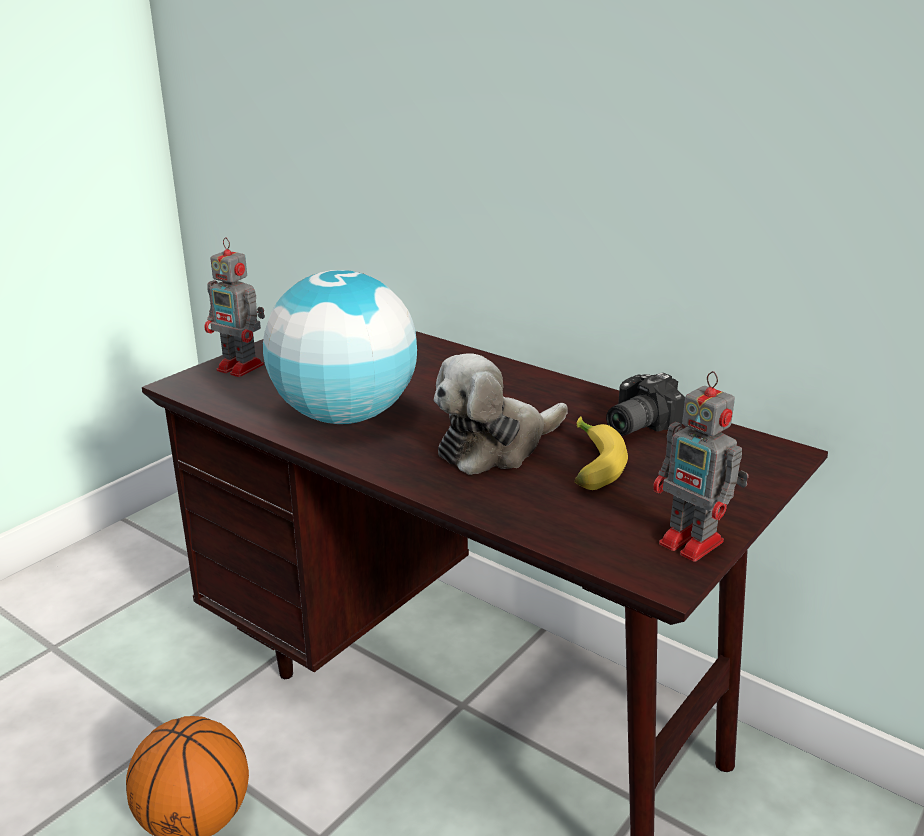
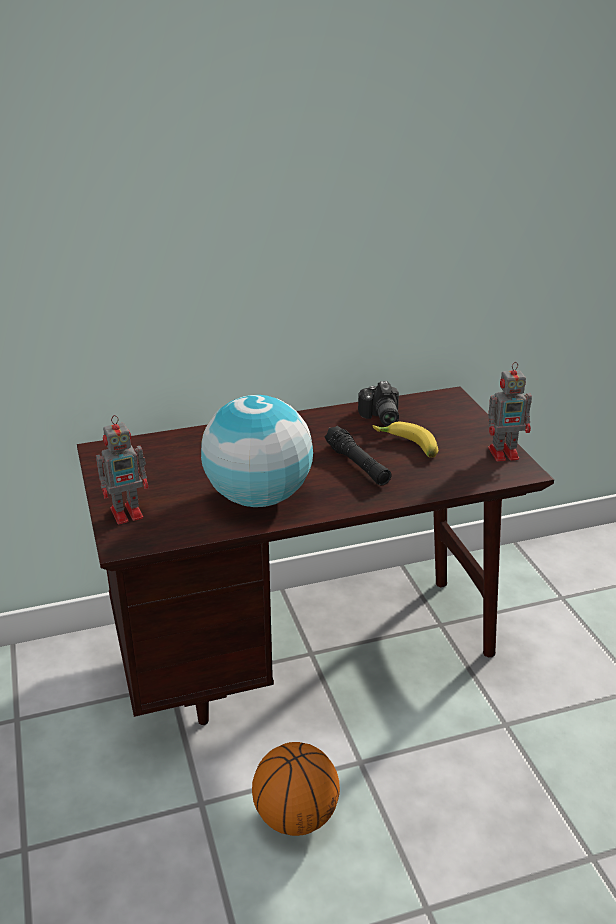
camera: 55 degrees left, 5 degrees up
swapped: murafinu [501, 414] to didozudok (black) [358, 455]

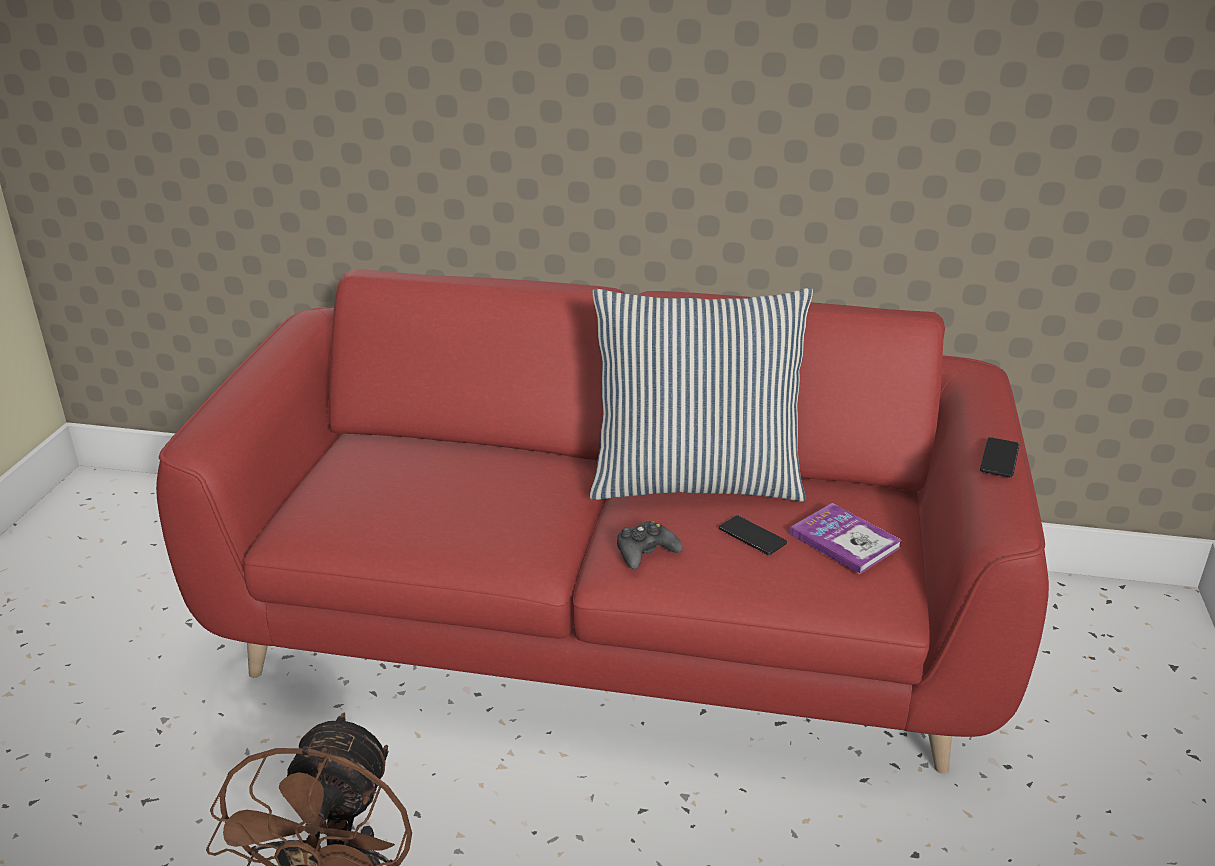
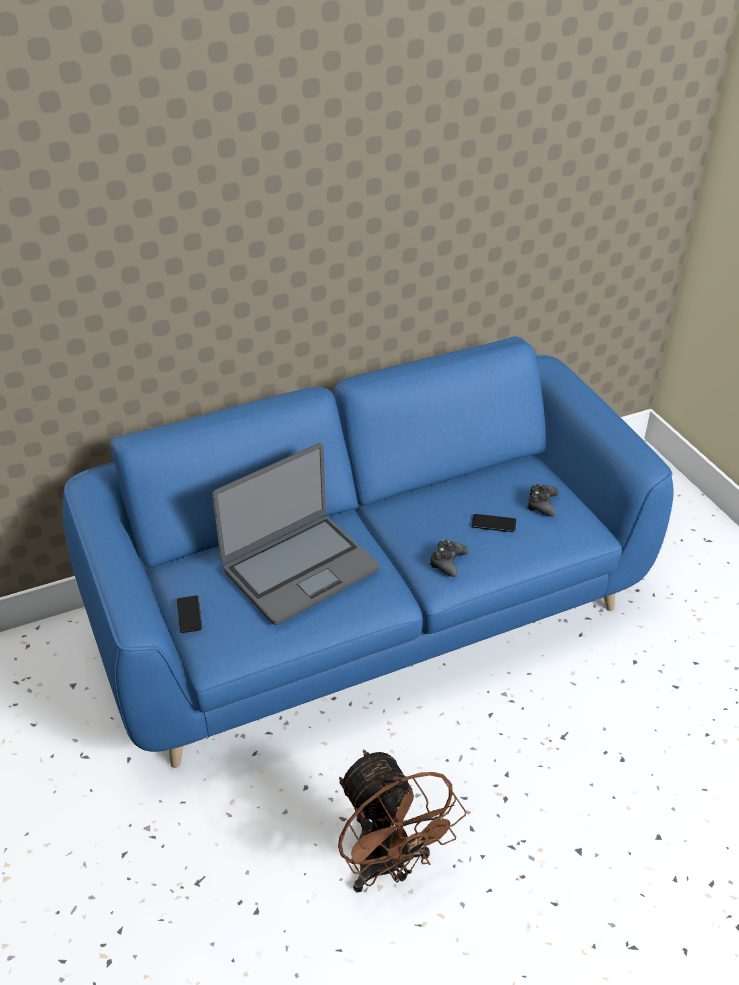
camera: 35 degrees left, 10 degrees up
gone: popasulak [701, 395]
new: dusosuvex [295, 534]
shifted: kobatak [999, 457] to [189, 614]
swapped: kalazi [846, 538] to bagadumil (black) [542, 500]
repainted: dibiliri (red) [602, 521] to dibiliri (blue) [368, 552]

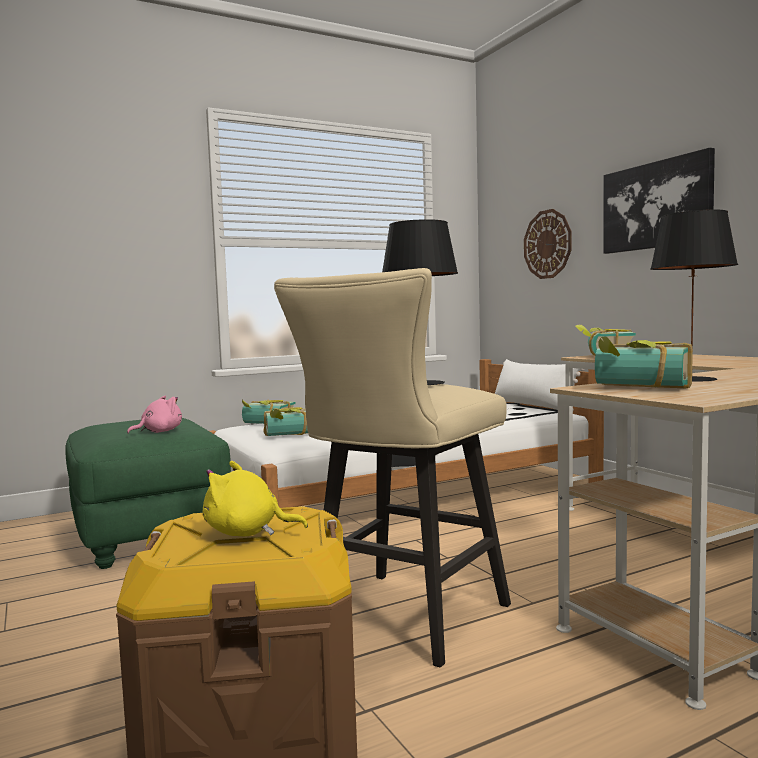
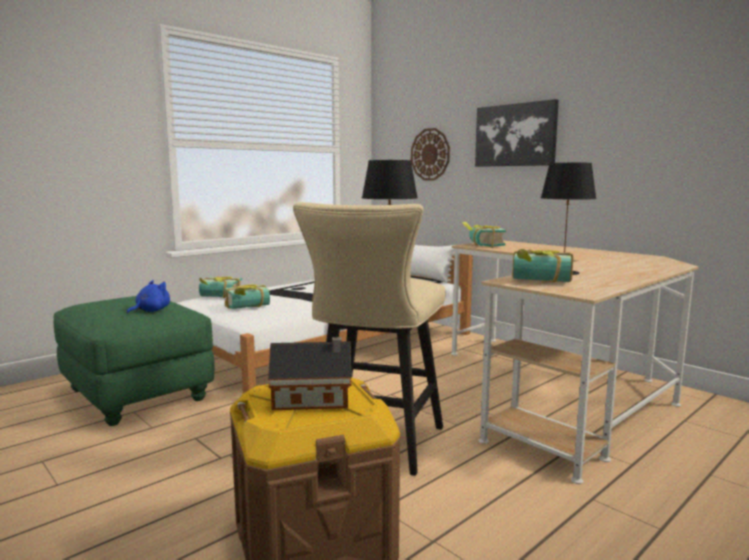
camera: 15 degrees left, 5 degrees up
swapped: murafinu (yellow) [255, 498] to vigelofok [309, 373]
repainted: murafinu (pink) [154, 414] to murafinu (blue) [148, 297]

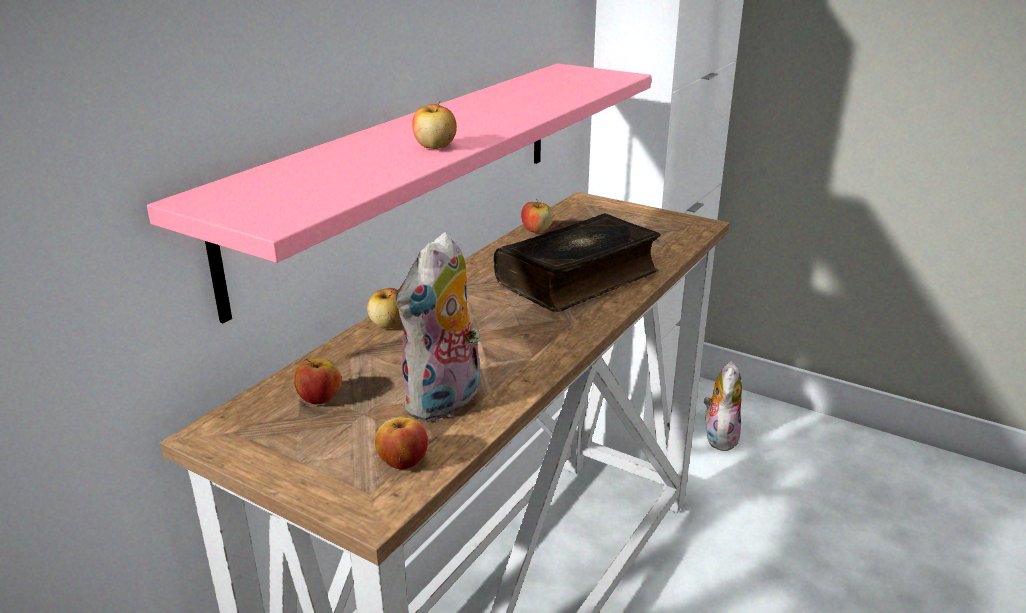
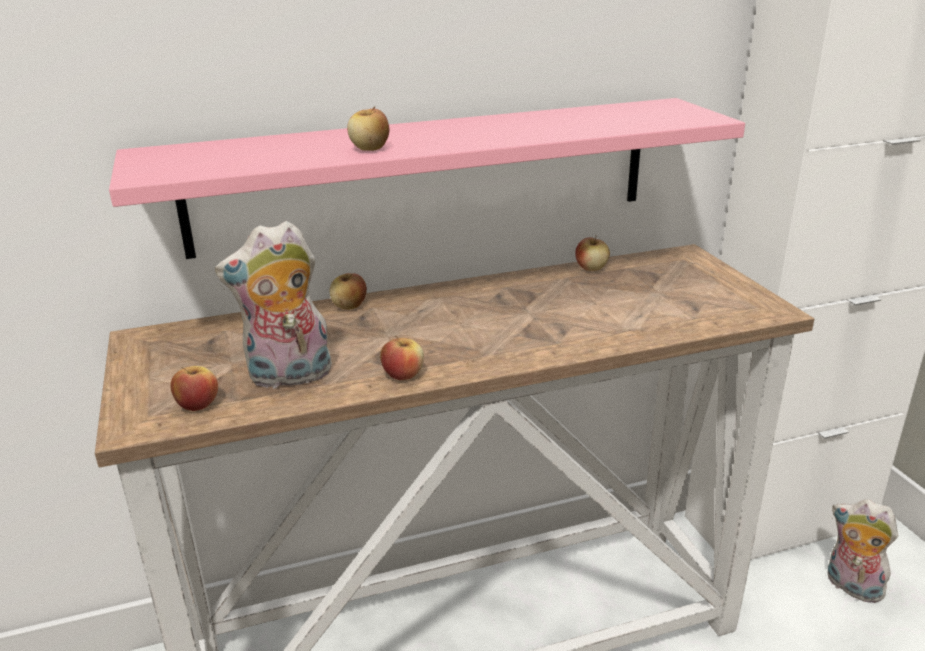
camera: 40 degrees right, 0 degrees up
gone: kalazi [577, 262]
shifted: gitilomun [318, 381] to [402, 357]
rotated: murafinu [723, 406] = [863, 551] 105 degrees counterclockwise

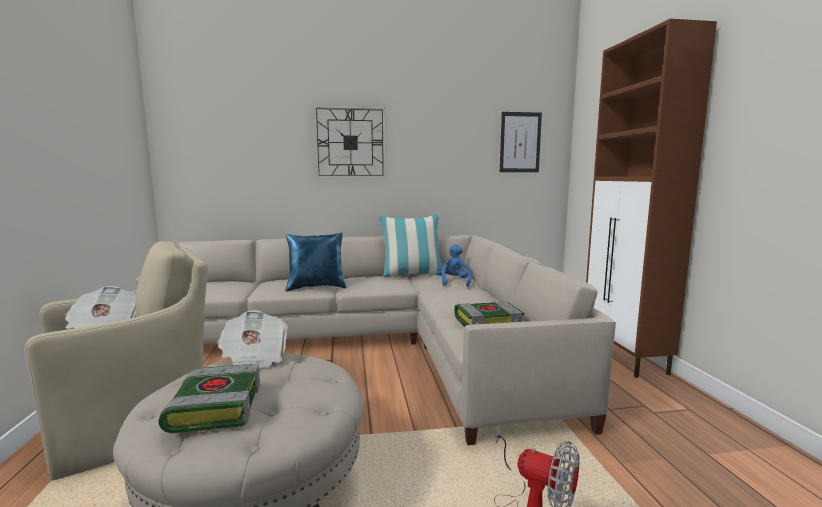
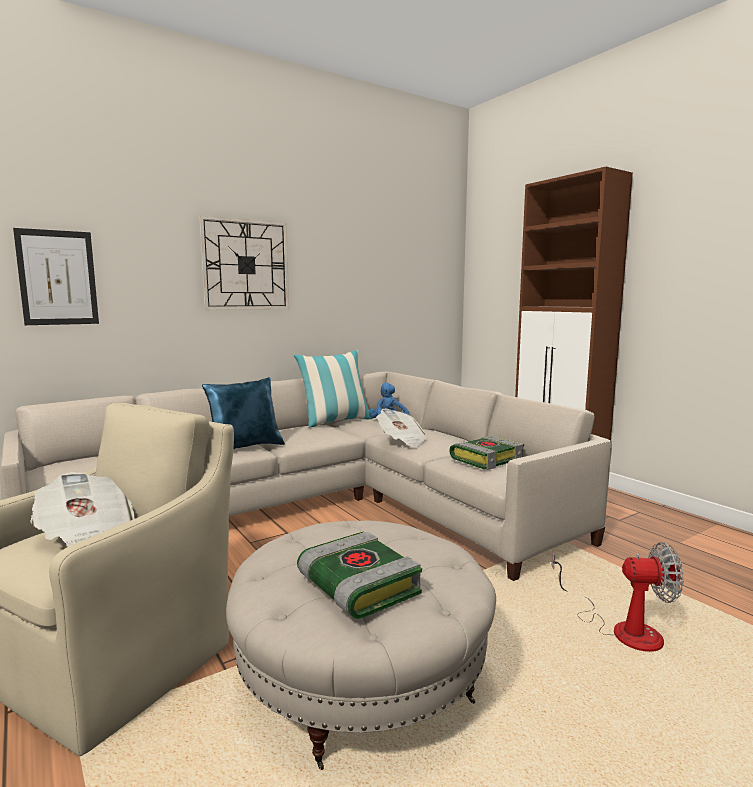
camera: 25 degrees left, 0 degrees up
shifted: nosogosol [252, 339] to [402, 428]; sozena [521, 142] to [56, 276]

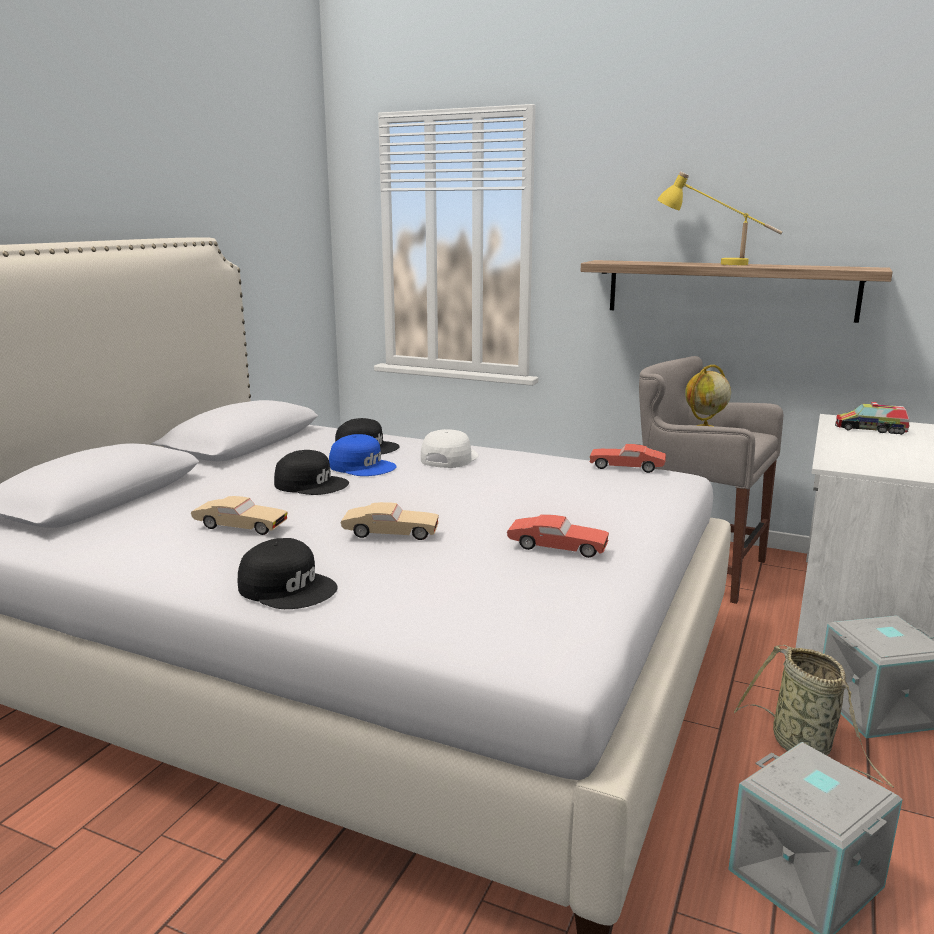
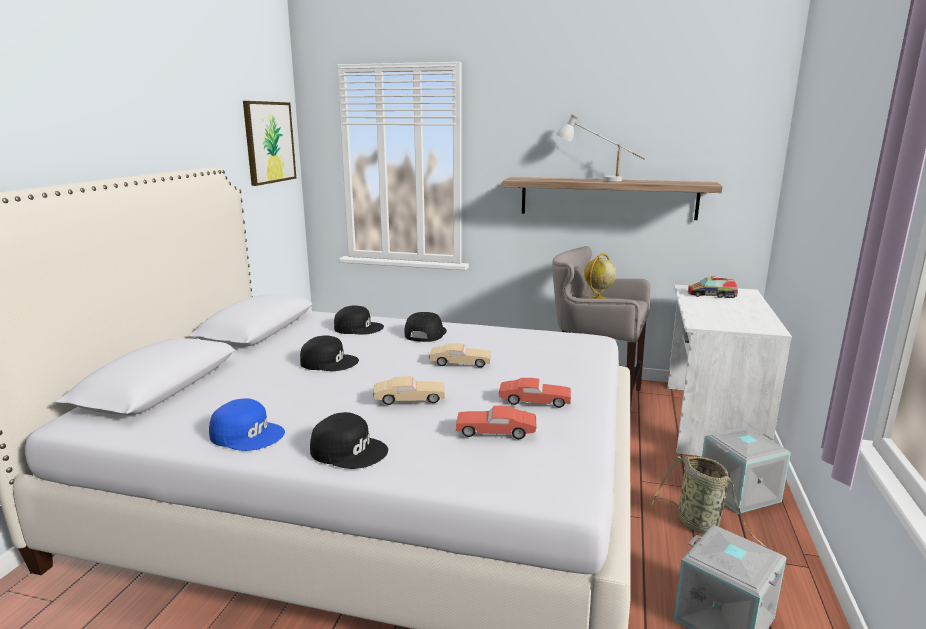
camera: 10 degrees left, 0 degrees up
new: sozena [269, 143]
shifted: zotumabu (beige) [239, 515] to [460, 355]; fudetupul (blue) [363, 455] to [247, 424]; zotumabu (red) [628, 458] to [496, 422]
repainted: fudetupul (white) [450, 448] to fudetupul (black) [425, 327]; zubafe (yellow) [719, 218] to zubafe (white) [600, 148]

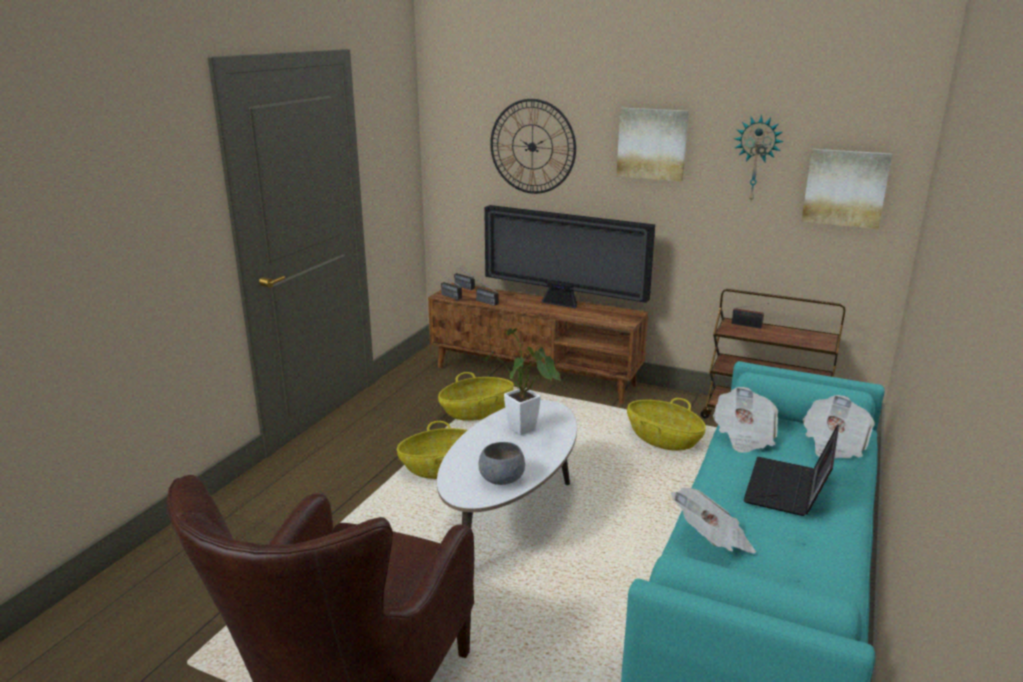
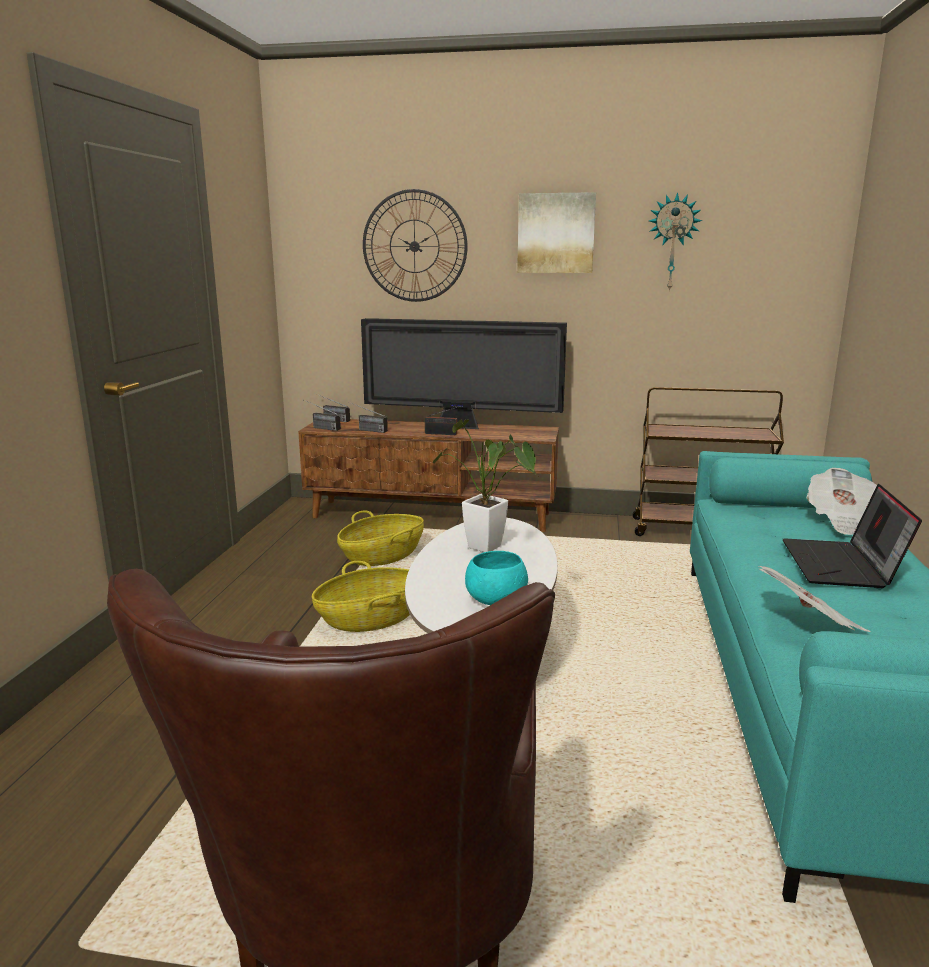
camera: 15 degrees left, 5 degrees down
gone: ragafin [666, 424]; nosogosol [745, 420]; sozena [846, 189]
shifted: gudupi [750, 316] to [443, 420]
repainted: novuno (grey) [502, 463] to novuno (turquoise) [496, 578]

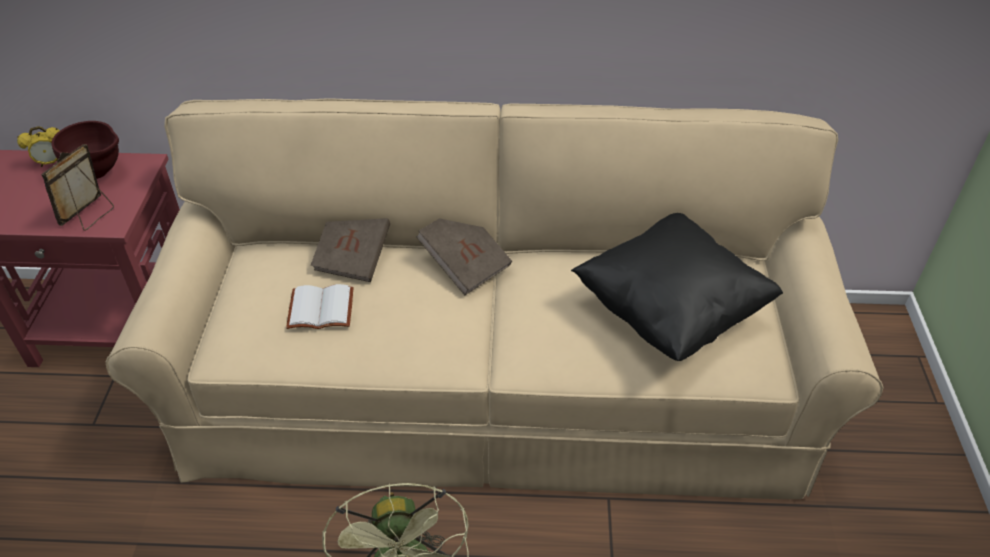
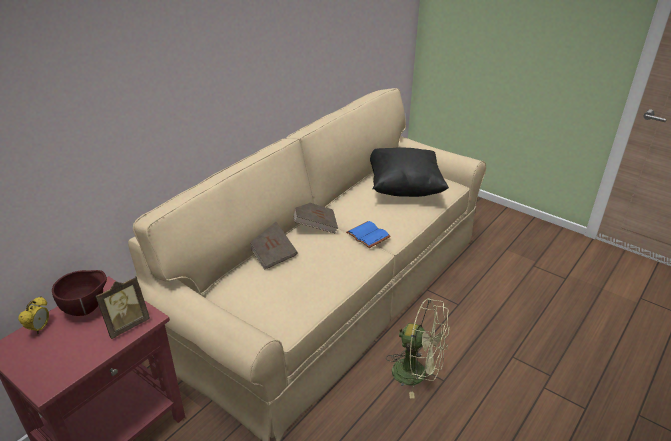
camera: 55 degrees left, 10 degrees down
gone: kalazi (white) [320, 306]
new: kalazi (blue) [368, 234]
rotated: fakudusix [77, 187] = [122, 307] 105 degrees counterclockwise

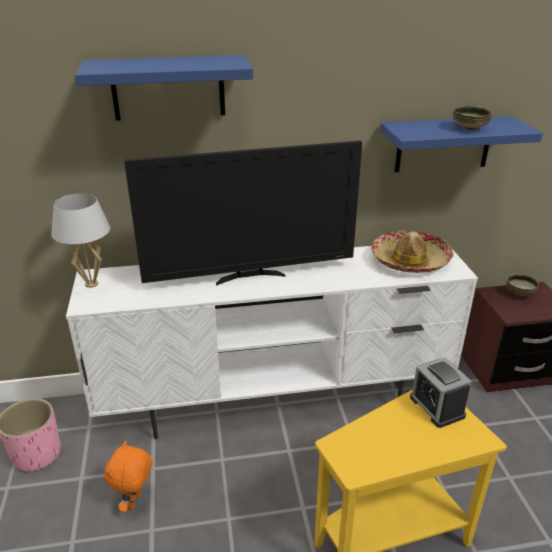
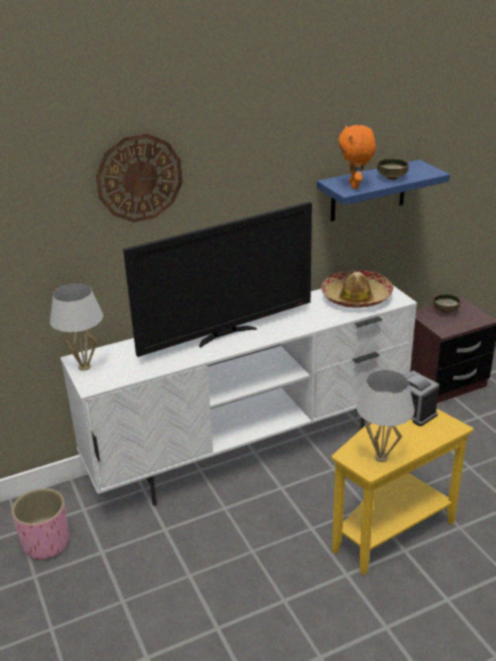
camera: 15 degrees left, 0 degrees up
new: zubafe (white) [385, 416]
shifted: murafinu (orange) [128, 476] to [357, 157]
swapped: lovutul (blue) [164, 88] to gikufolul [139, 177]

